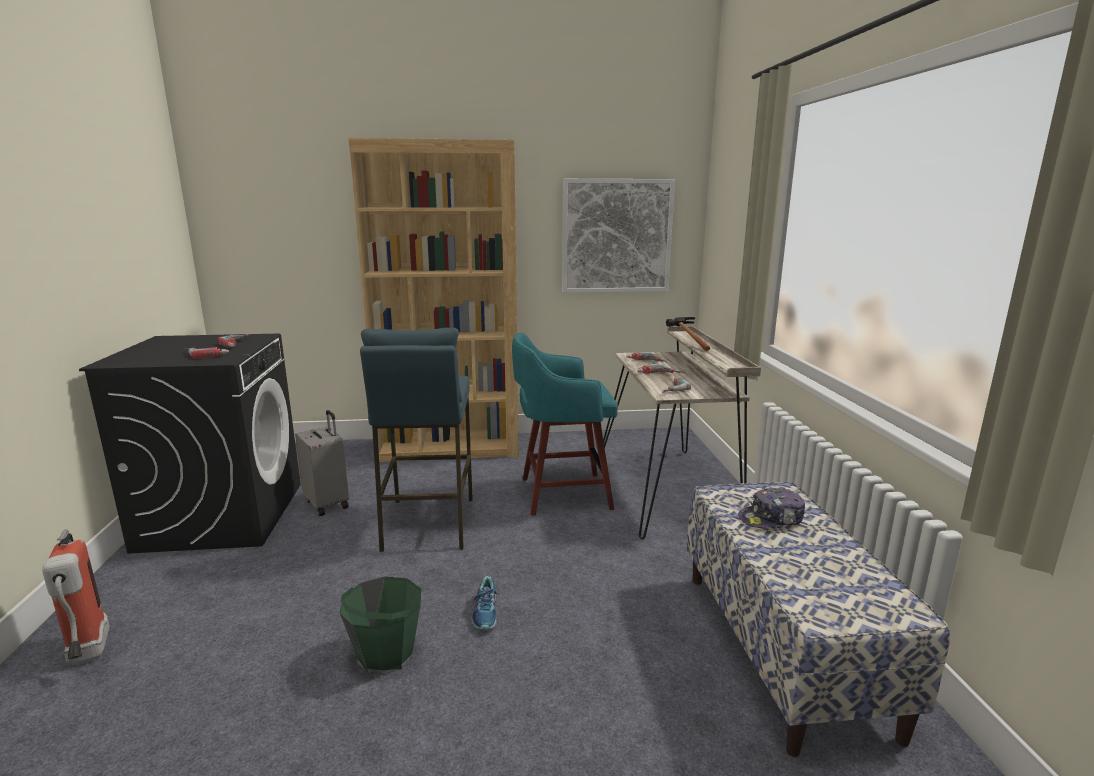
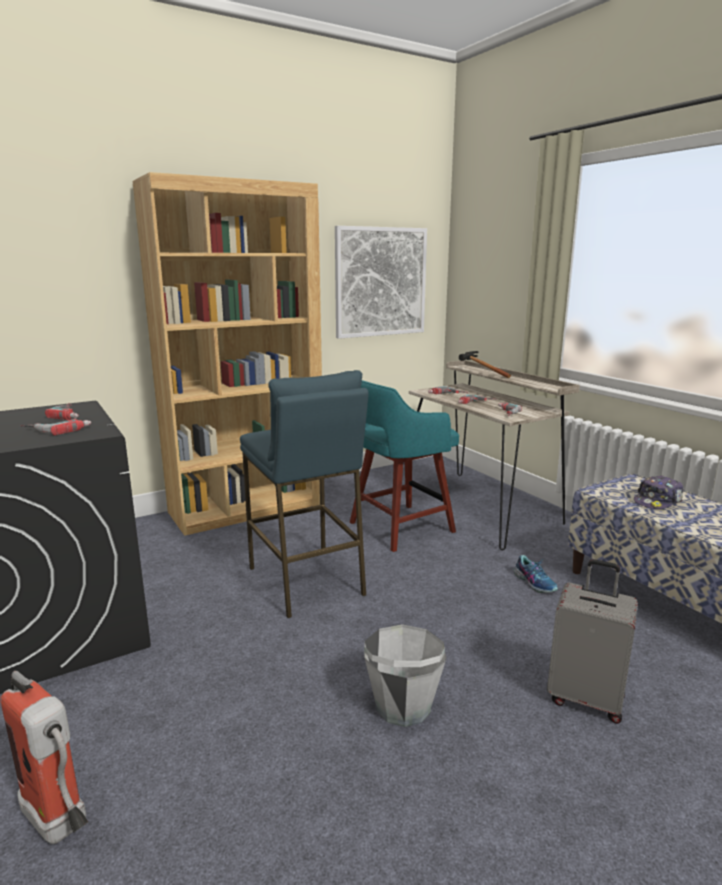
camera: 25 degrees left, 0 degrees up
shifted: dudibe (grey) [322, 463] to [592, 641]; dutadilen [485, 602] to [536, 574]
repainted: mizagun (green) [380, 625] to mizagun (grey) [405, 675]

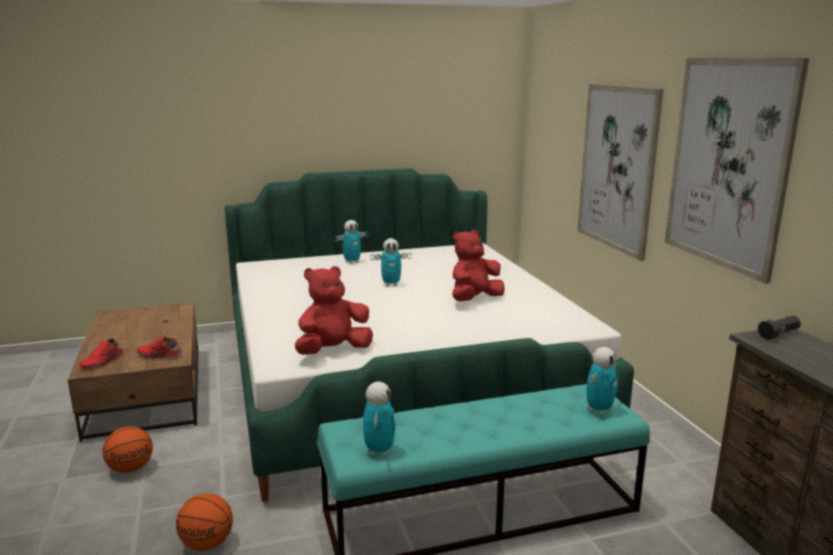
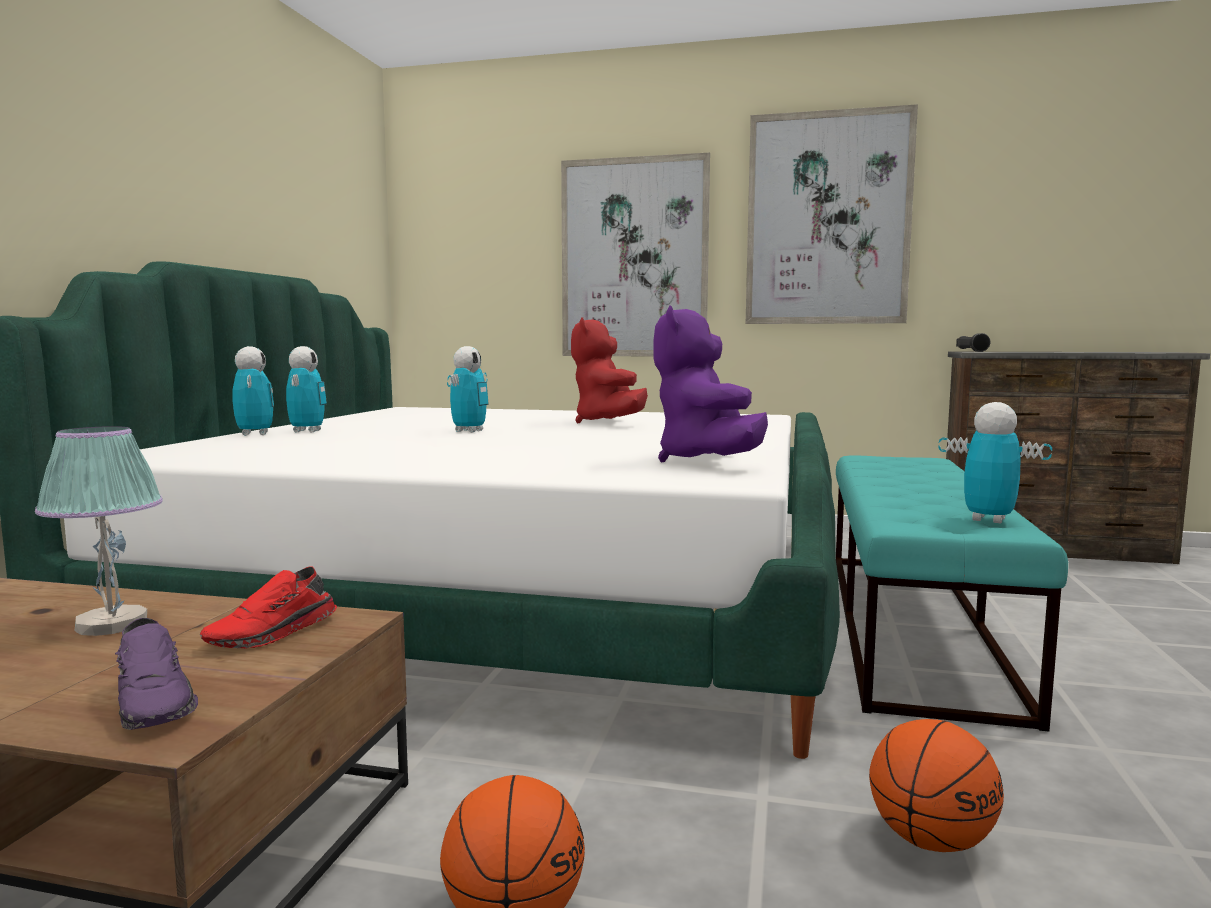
camera: 60 degrees left, 10 degrees down
new: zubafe [99, 531]
shifted: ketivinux [602, 381] to [253, 391]
repainted: dutadilen (red) [101, 353] to dutadilen (purple) [156, 674]; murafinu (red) [334, 310] to murafinu (purple) [710, 384]

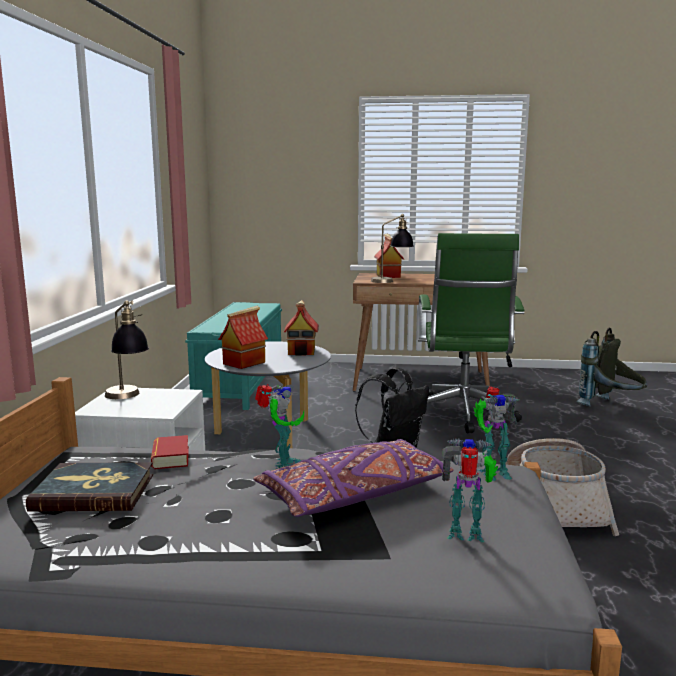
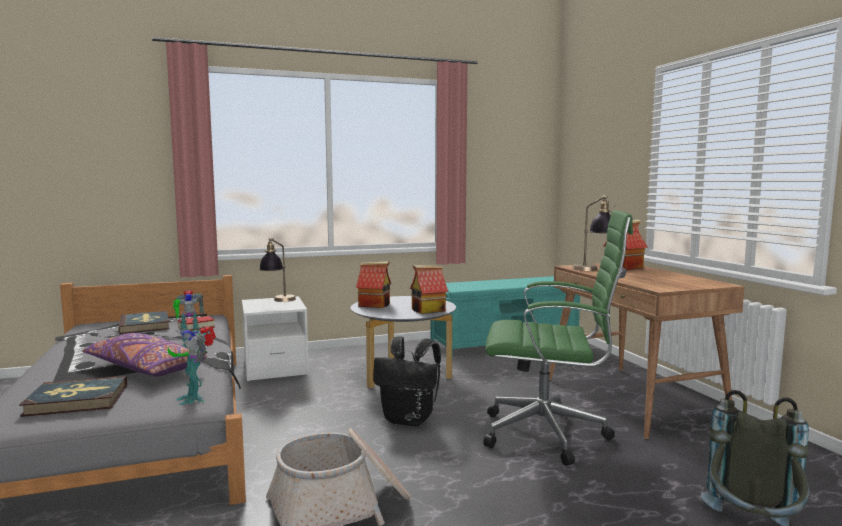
camera: 65 degrees right, 5 degrees down
swapped: ketivinux [470, 490] to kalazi [73, 396]
rotated: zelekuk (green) [471, 333] = [558, 338] 150 degrees counterclockwise

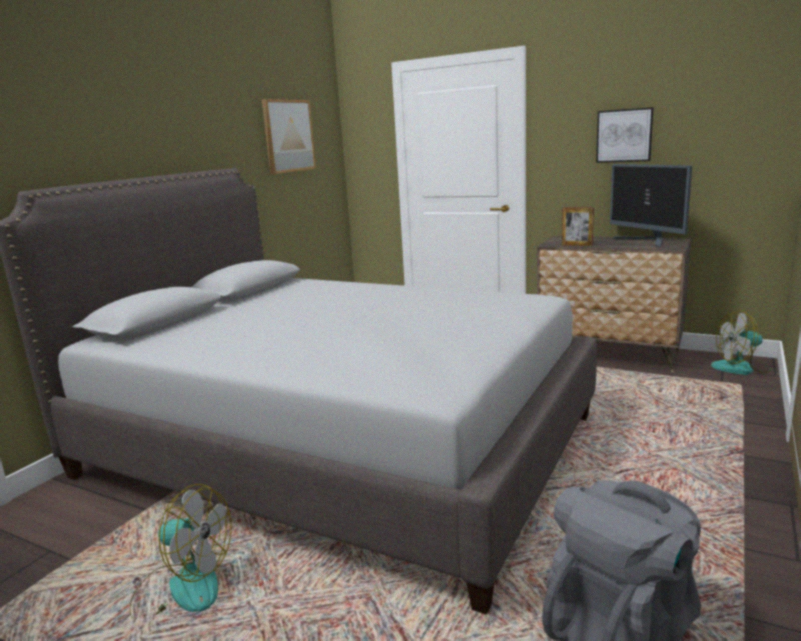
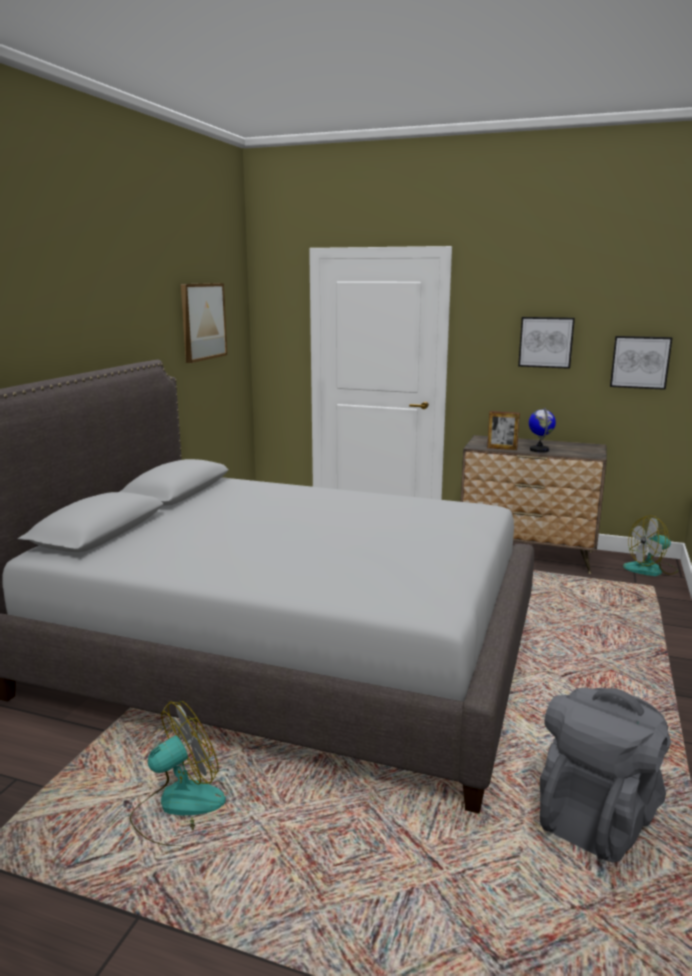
camera: 10 degrees left, 0 degrees up
gone: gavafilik [651, 205]
new: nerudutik [542, 430]; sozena [641, 363]
rotated: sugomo [180, 552] = [178, 773] 45 degrees counterclockwise

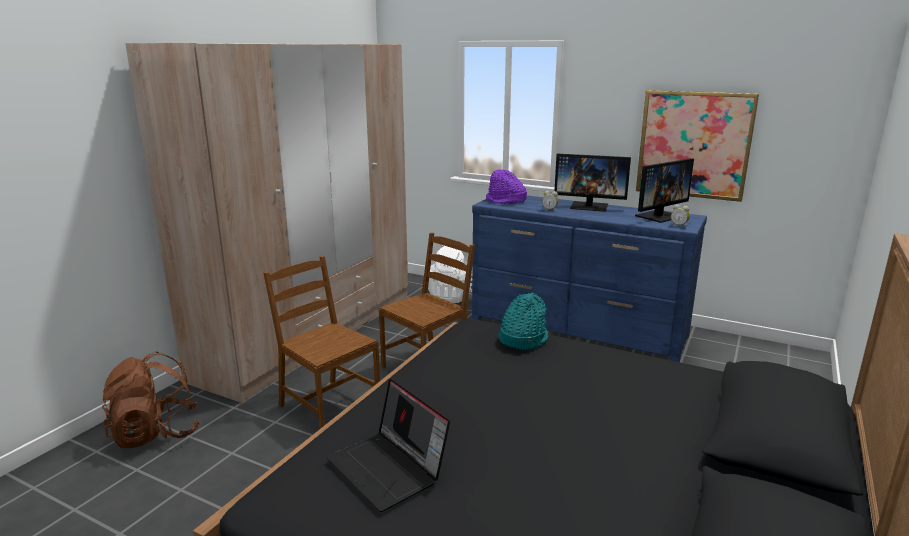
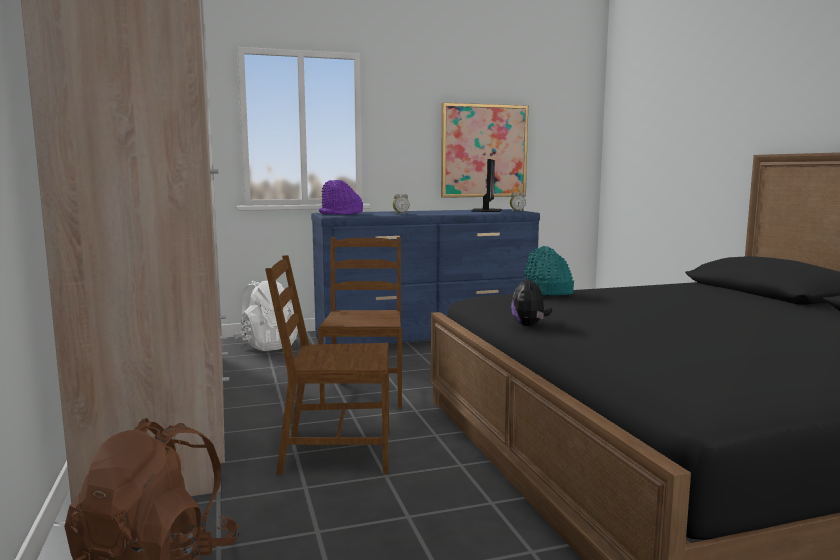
camera: 45 degrees left, 10 degrees down
gone: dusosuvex [388, 445]; gavafilik [593, 183]
new: murafinu [531, 300]

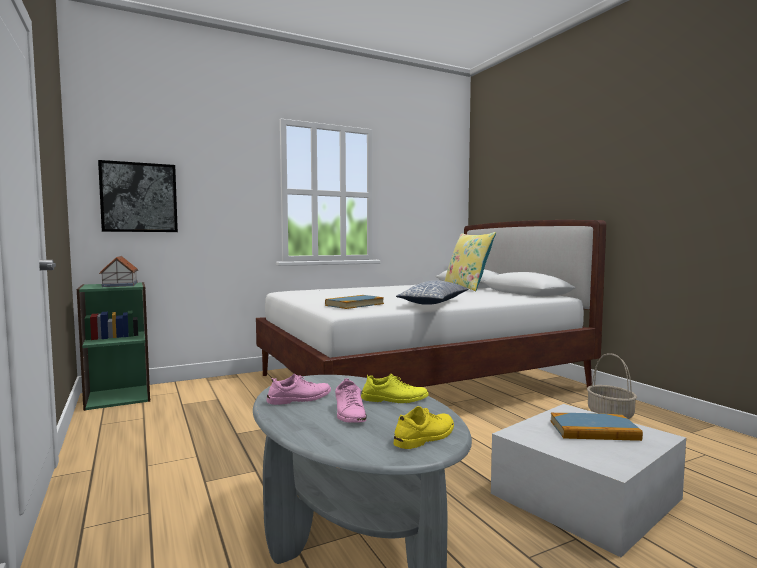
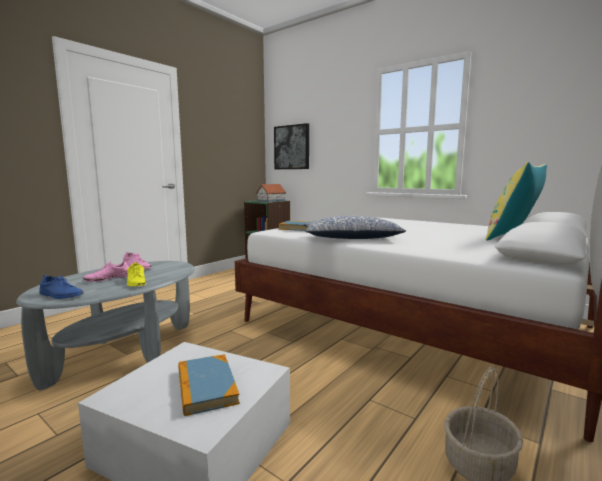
camera: 65 degrees right, 5 degrees up
repainted: dutadilen (yellow) [423, 427] to dutadilen (blue) [61, 287]

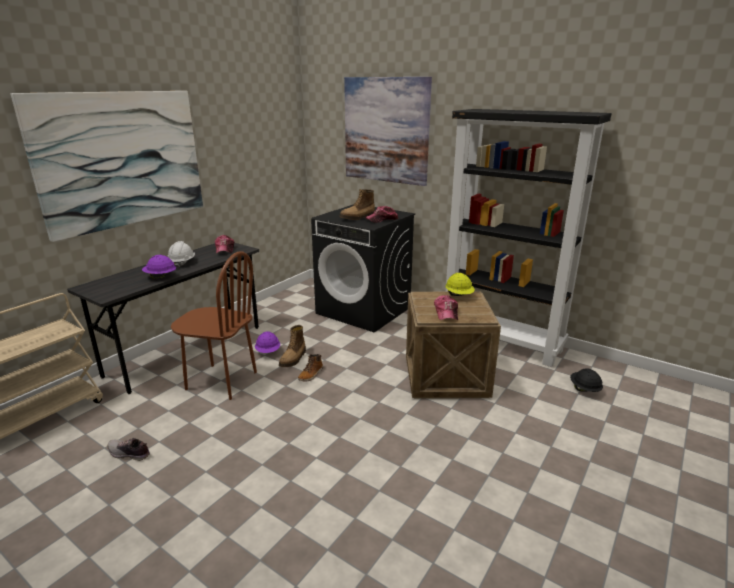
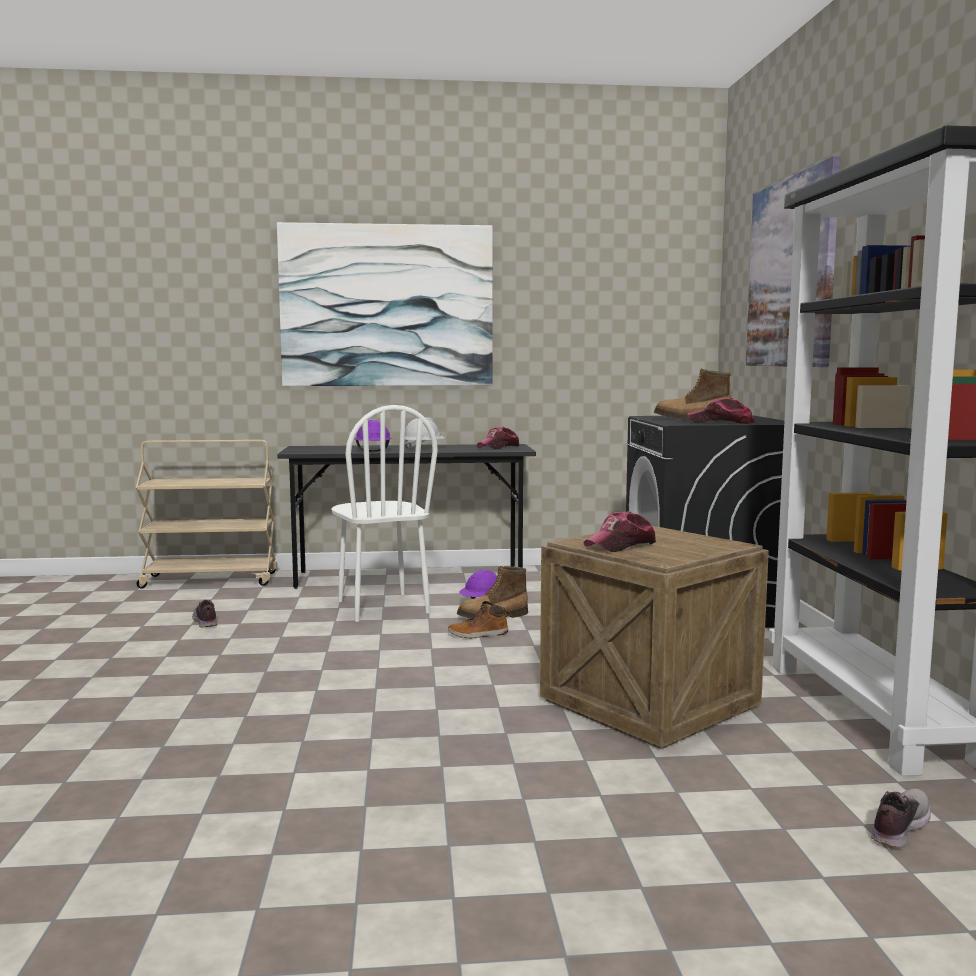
camera: 50 degrees right, 15 degrees down
gone: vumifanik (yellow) [460, 284]
swapped: vumifanik (black) [586, 380] to dutadilen [901, 818]
repainted: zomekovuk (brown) [214, 325] to zomekovuk (white) [384, 513]

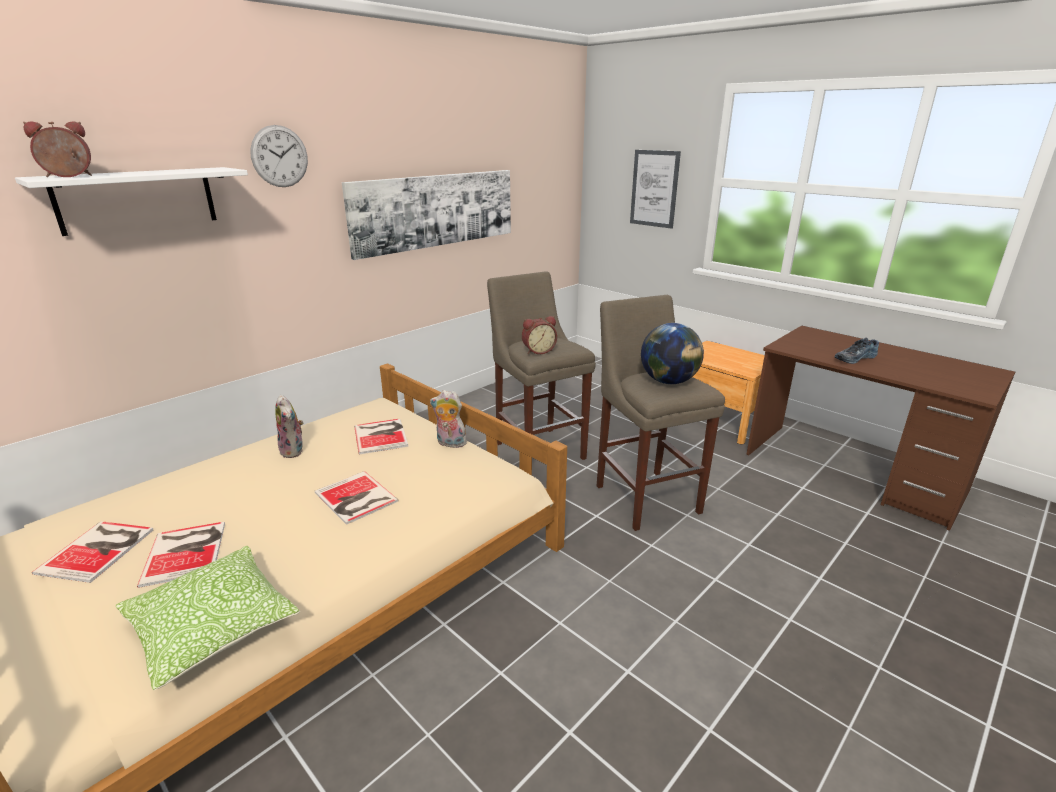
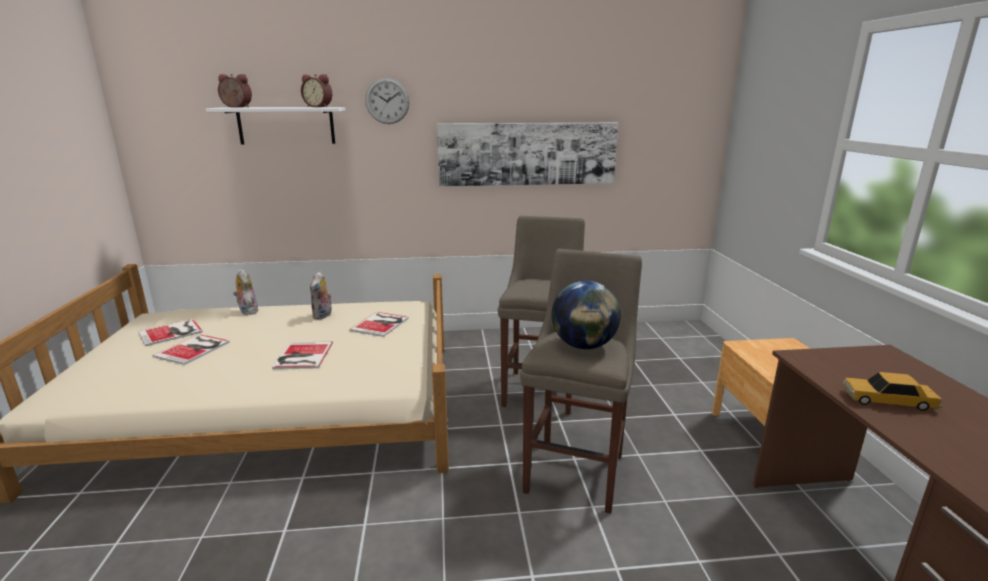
camera: 40 degrees right, 5 degrees down
gone: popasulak [208, 618]; sozena [655, 189]
shifted: murafinu [448, 419] to [245, 291]; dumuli [539, 335] to [316, 90]
swapped: dutadilen [857, 350] to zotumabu [892, 391]

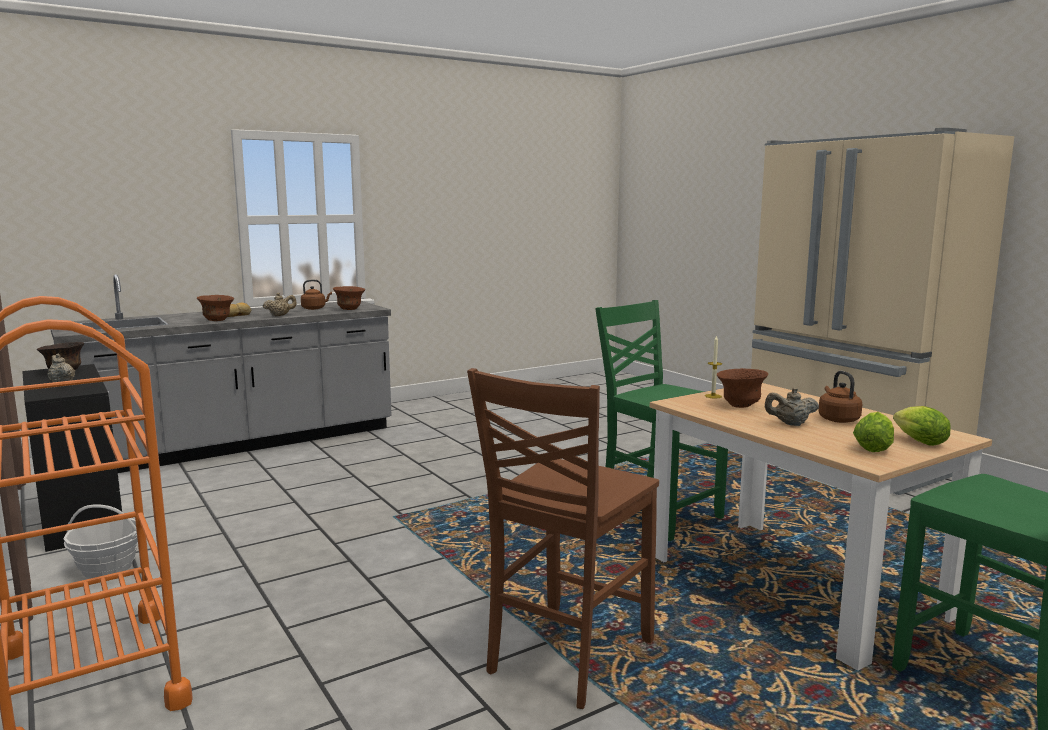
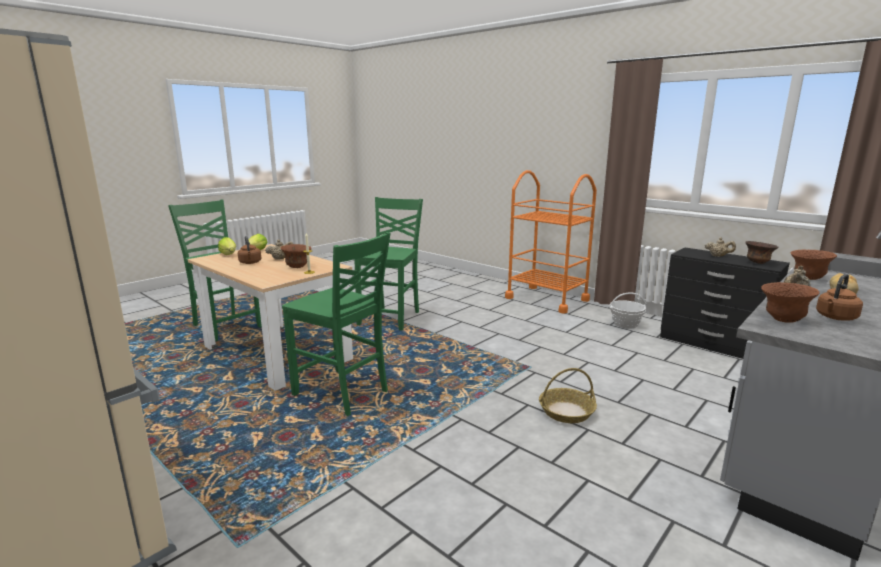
camera: 165 degrees right, 5 degrees up
new: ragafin [568, 395]
repainted: zomekovuk (brown) [563, 538] to zomekovuk (green) [389, 264]

